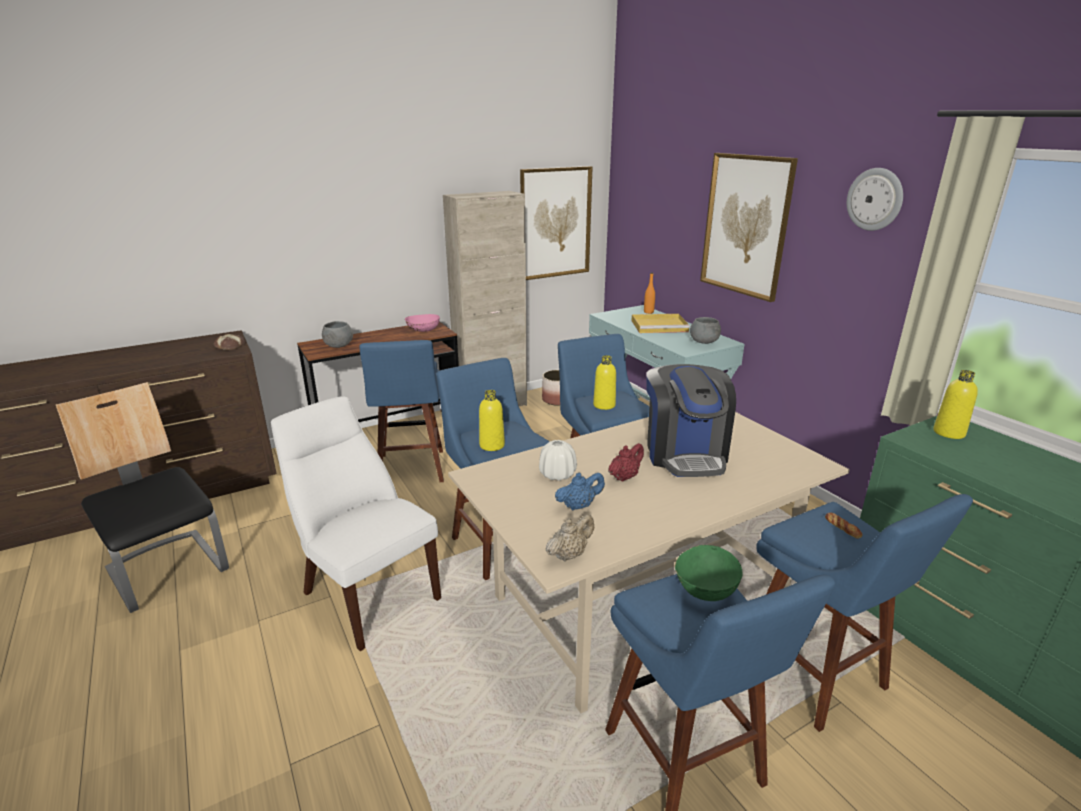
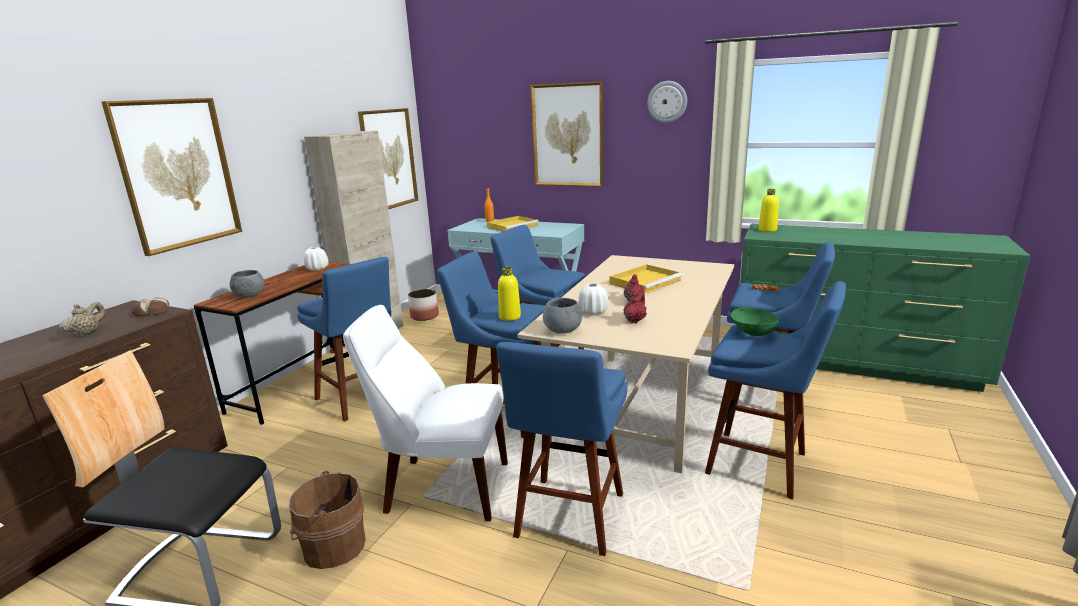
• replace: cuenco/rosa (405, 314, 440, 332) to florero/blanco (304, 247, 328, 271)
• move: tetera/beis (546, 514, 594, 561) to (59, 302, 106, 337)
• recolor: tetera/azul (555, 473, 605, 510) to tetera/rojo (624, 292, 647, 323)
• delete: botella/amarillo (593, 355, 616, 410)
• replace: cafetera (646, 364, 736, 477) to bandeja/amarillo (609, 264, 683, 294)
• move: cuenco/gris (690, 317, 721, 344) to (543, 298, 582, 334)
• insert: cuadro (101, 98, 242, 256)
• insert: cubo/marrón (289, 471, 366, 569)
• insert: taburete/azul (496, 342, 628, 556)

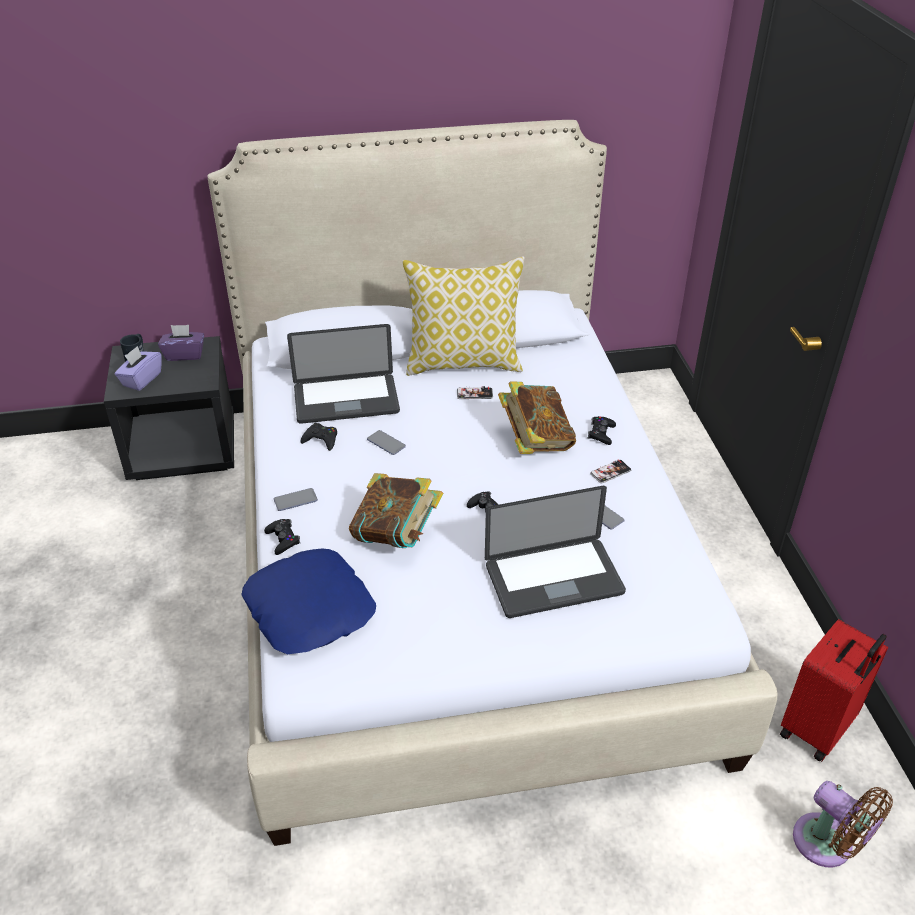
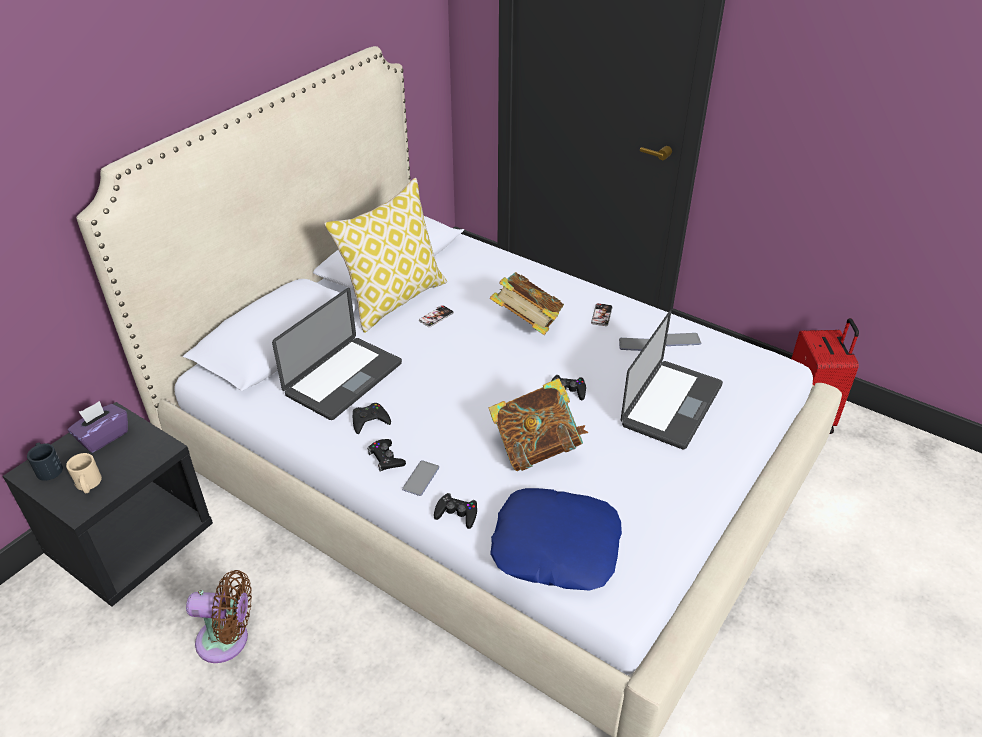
• replace: caja de pañuelos/morado (114, 346, 161, 391) to taza grande/beis (66, 453, 102, 493)
• move: móvil (367, 430, 406, 455) to (666, 333, 701, 346)
• move: mando de consola/negro (588, 416, 616, 445) to (367, 439, 406, 471)
• move: ventilador/marrón (793, 781, 893, 867) to (186, 570, 252, 663)

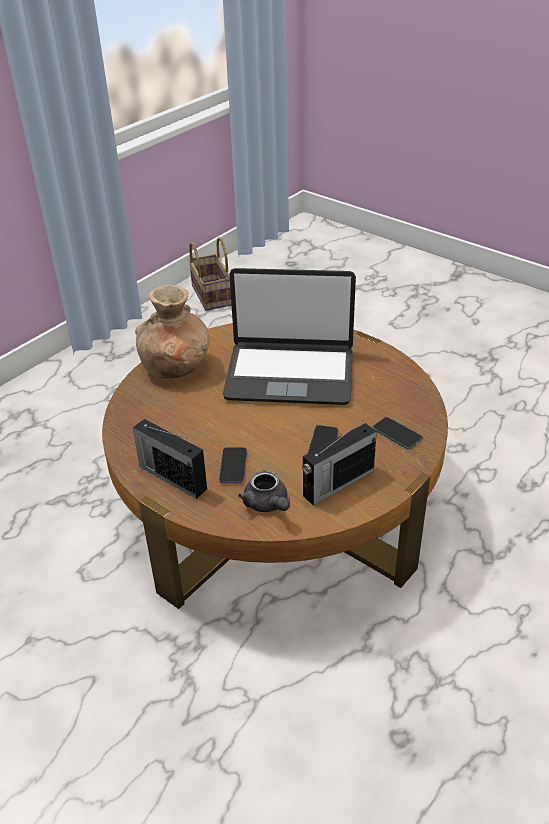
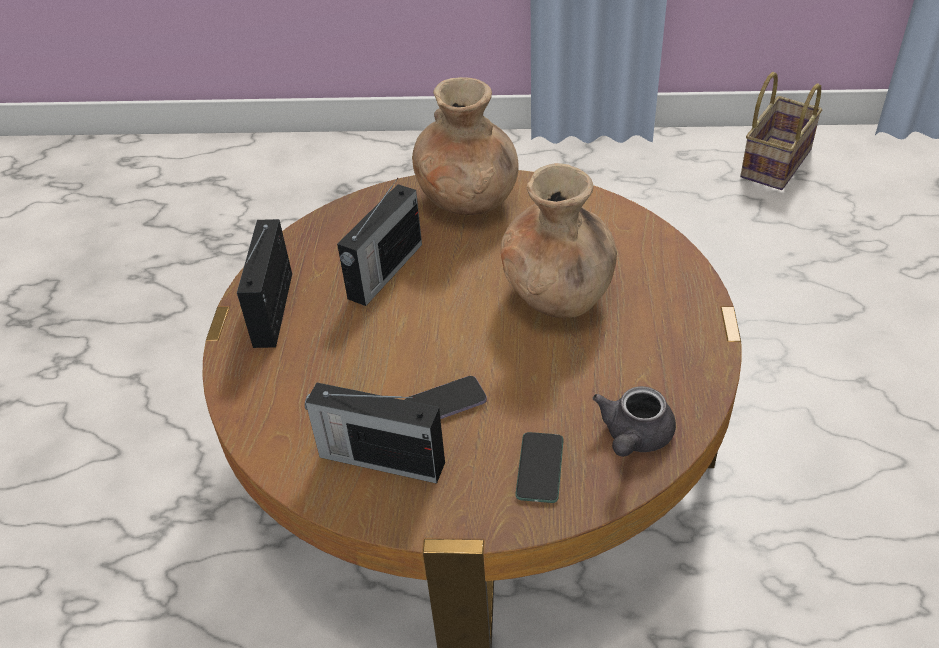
• delete: móvil (219, 447, 247, 484)
• replace: portátil (223, 268, 356, 405) to florero/marrón (501, 163, 617, 318)
• move: tetera/gris (238, 470, 290, 512) to (592, 386, 676, 457)
• insert: radio (337, 178, 422, 306)

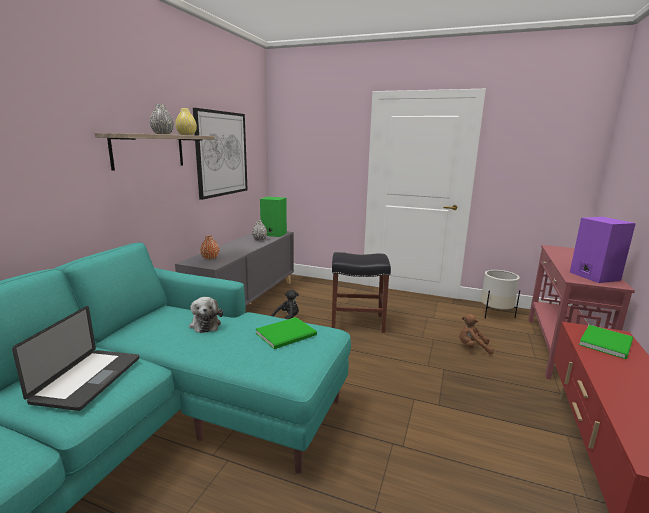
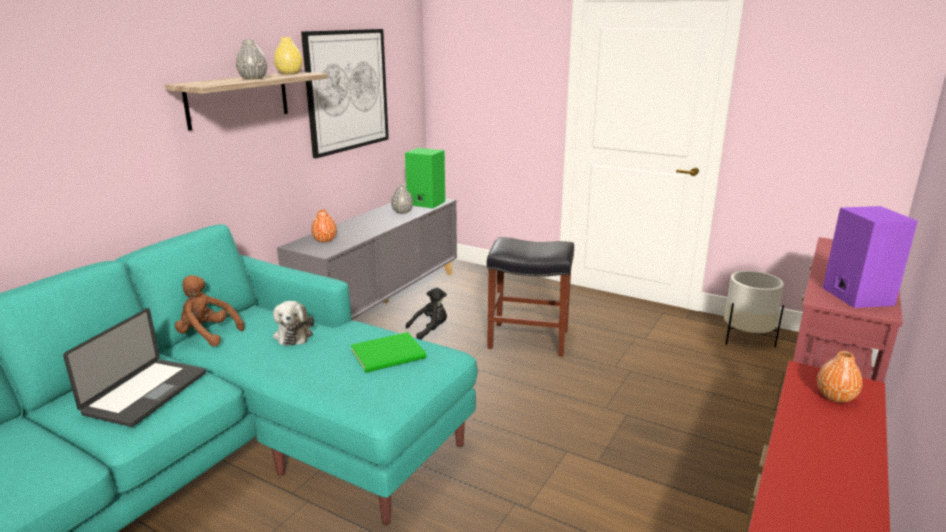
• move: peluche/marrón (459, 314, 494, 355) to (175, 275, 244, 346)
• replace: libro/verde (579, 325, 633, 359) to florero/naranja (817, 351, 862, 403)

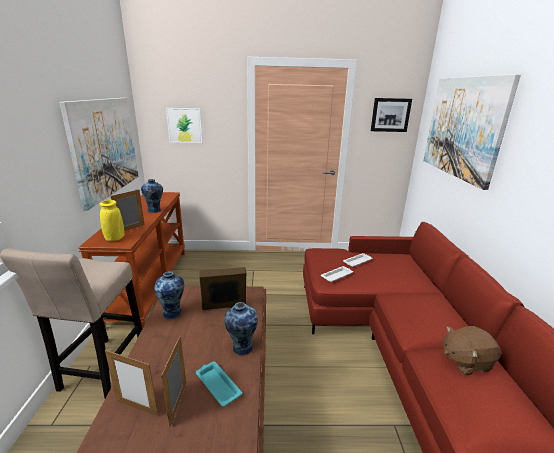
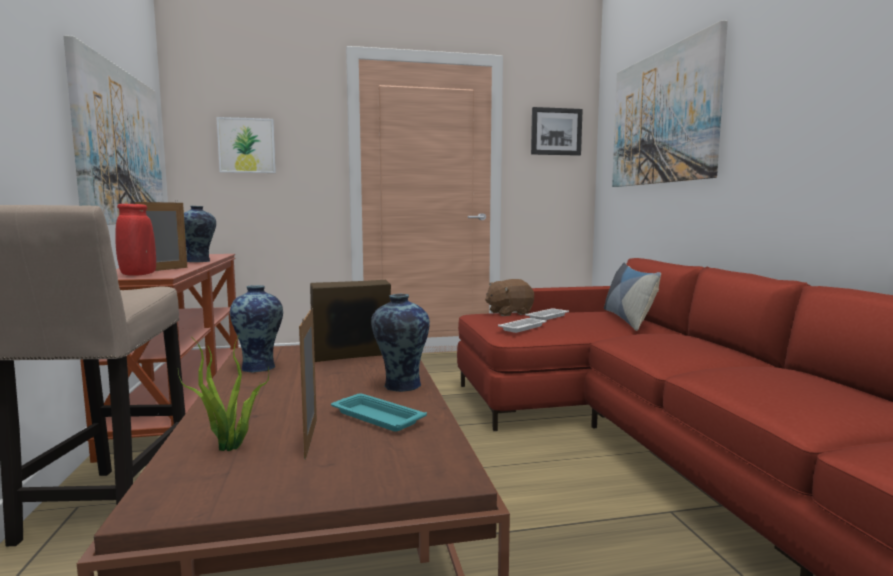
• recolor: florero/amarillo (99, 200, 124, 241) to florero/rojo (115, 204, 156, 276)
• replace: portarretratos (105, 350, 158, 416) to planta en maceta (178, 335, 269, 451)
• move: peluche/marrón (443, 326, 501, 376) to (485, 279, 534, 316)
• insert: cojín (604, 262, 661, 331)

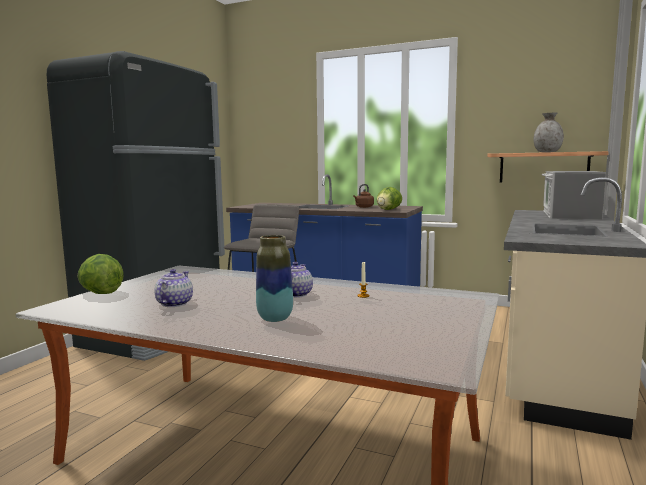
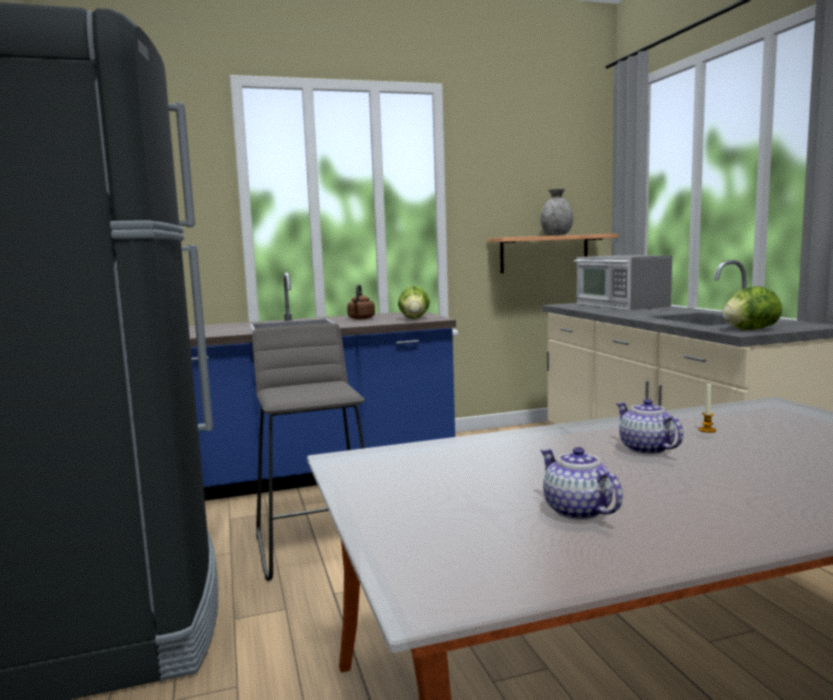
• move: lechuga (78, 254, 124, 294) to (723, 286, 782, 330)
• delete: florero (256, 235, 293, 322)

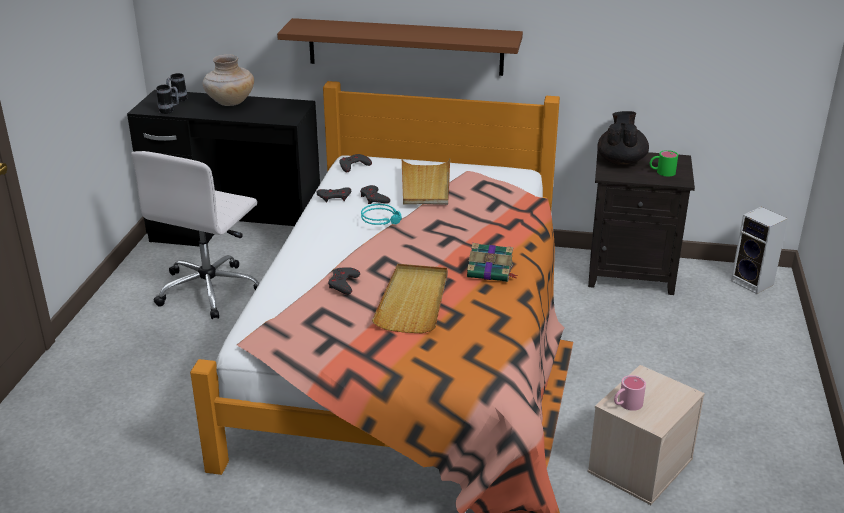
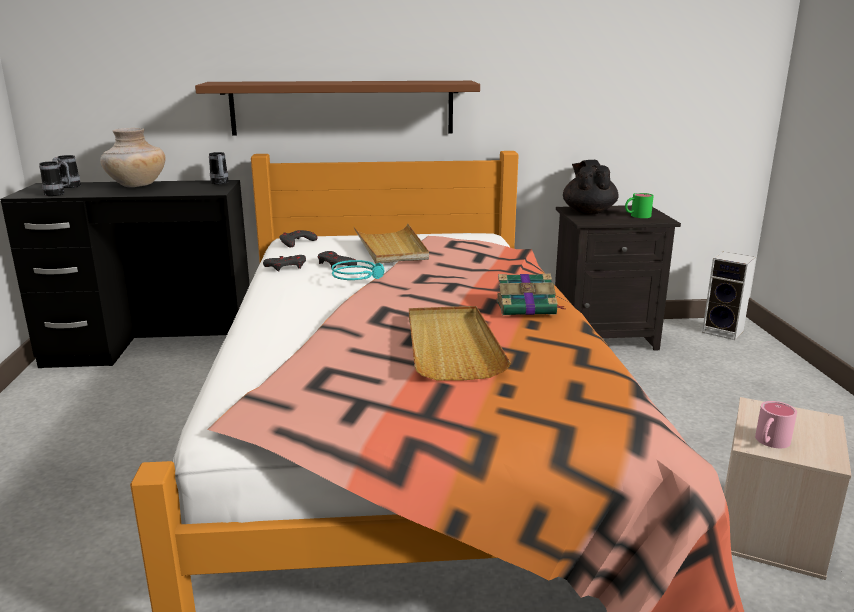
• delete: silla de oficina/blanco (131, 151, 259, 319)
• delete: mando de consola/gris (328, 267, 360, 295)
• insert: taza grande (209, 152, 229, 184)

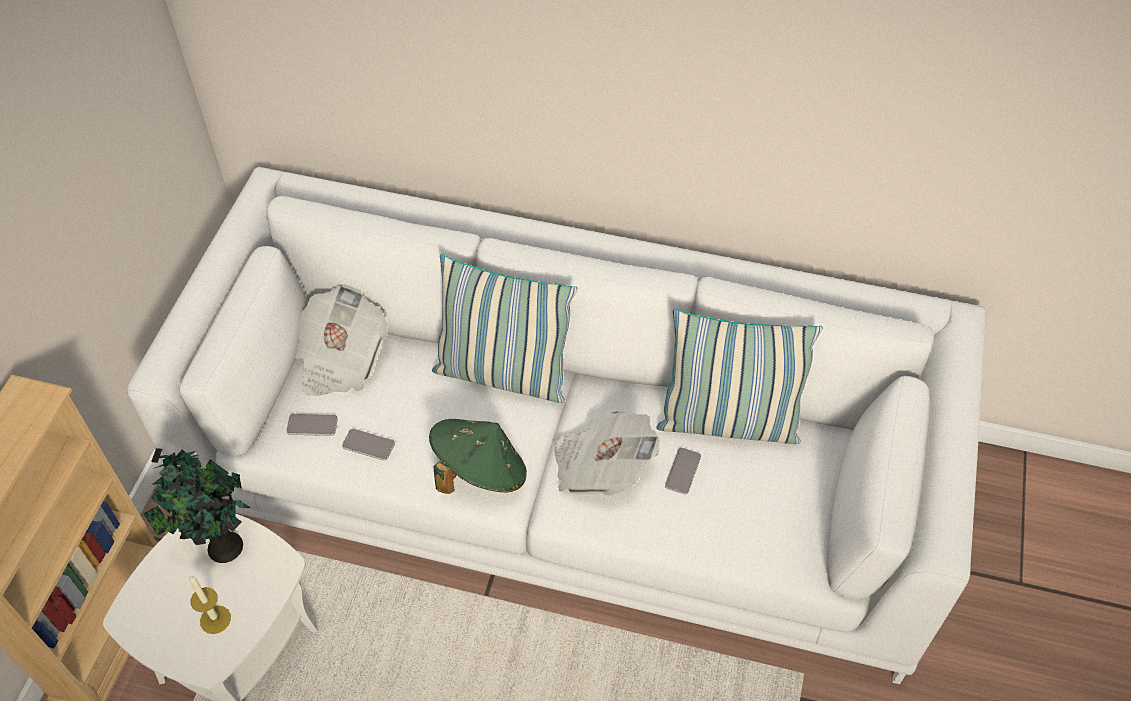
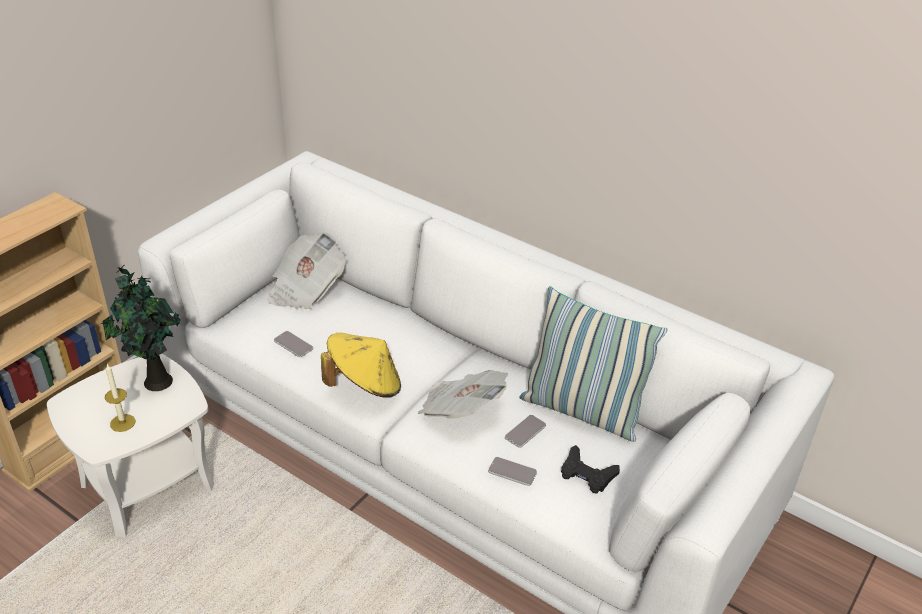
• move: móvil (286, 414, 338, 436) to (488, 457, 537, 486)
• recolor: sombrero/verde (429, 419, 527, 494) to sombrero/amarillo (321, 333, 401, 397)
• delete: cojín (432, 254, 578, 403)
• insert: mando de consola/negro (561, 445, 620, 494)

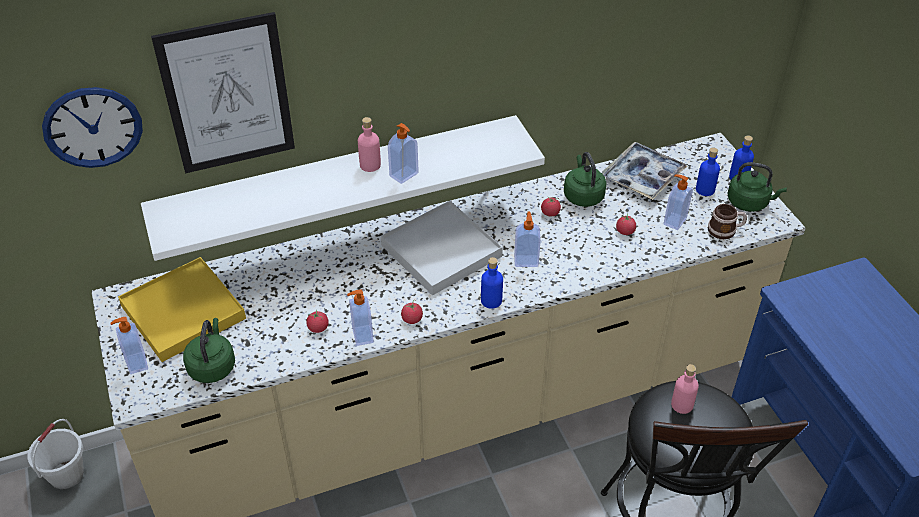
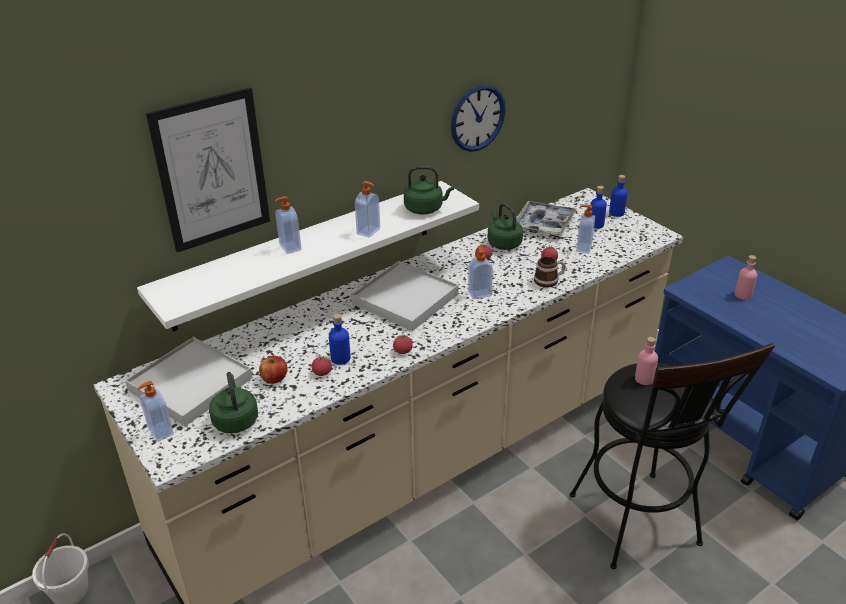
• move: reloj de pared (42, 87, 143, 168) to (451, 84, 506, 152)
• recolor: bandeja/amarillo (118, 257, 246, 362) to bandeja/blanco (125, 337, 253, 426)
• move: dispensador de jabón (347, 290, 374, 346) to (275, 196, 301, 254)
• move: botella/rosa (358, 117, 381, 172) to (735, 255, 757, 300)
• move: botella/azul (481, 257, 503, 309) to (329, 314, 351, 365)
• move: taza grande (708, 204, 747, 239) to (534, 257, 565, 288)
• move: hervidor/verde (728, 162, 787, 212) to (404, 166, 454, 215)
• insert: manzana (259, 356, 287, 384)

